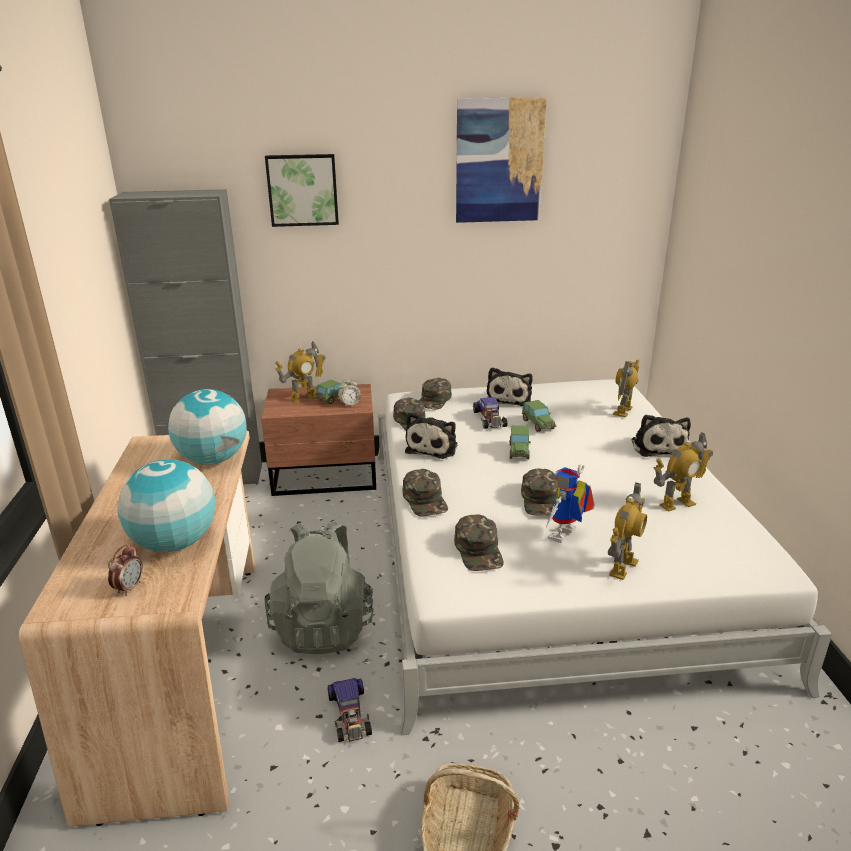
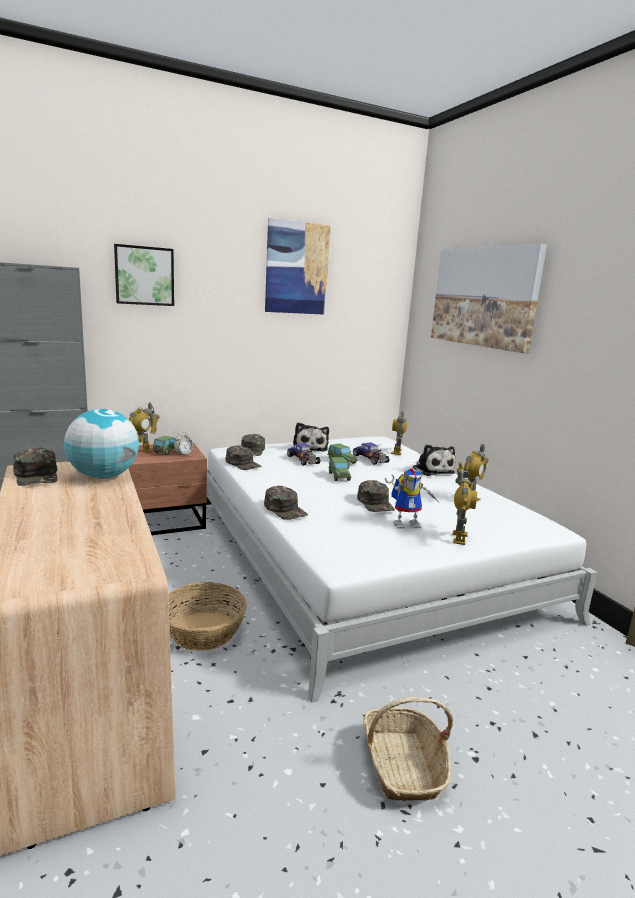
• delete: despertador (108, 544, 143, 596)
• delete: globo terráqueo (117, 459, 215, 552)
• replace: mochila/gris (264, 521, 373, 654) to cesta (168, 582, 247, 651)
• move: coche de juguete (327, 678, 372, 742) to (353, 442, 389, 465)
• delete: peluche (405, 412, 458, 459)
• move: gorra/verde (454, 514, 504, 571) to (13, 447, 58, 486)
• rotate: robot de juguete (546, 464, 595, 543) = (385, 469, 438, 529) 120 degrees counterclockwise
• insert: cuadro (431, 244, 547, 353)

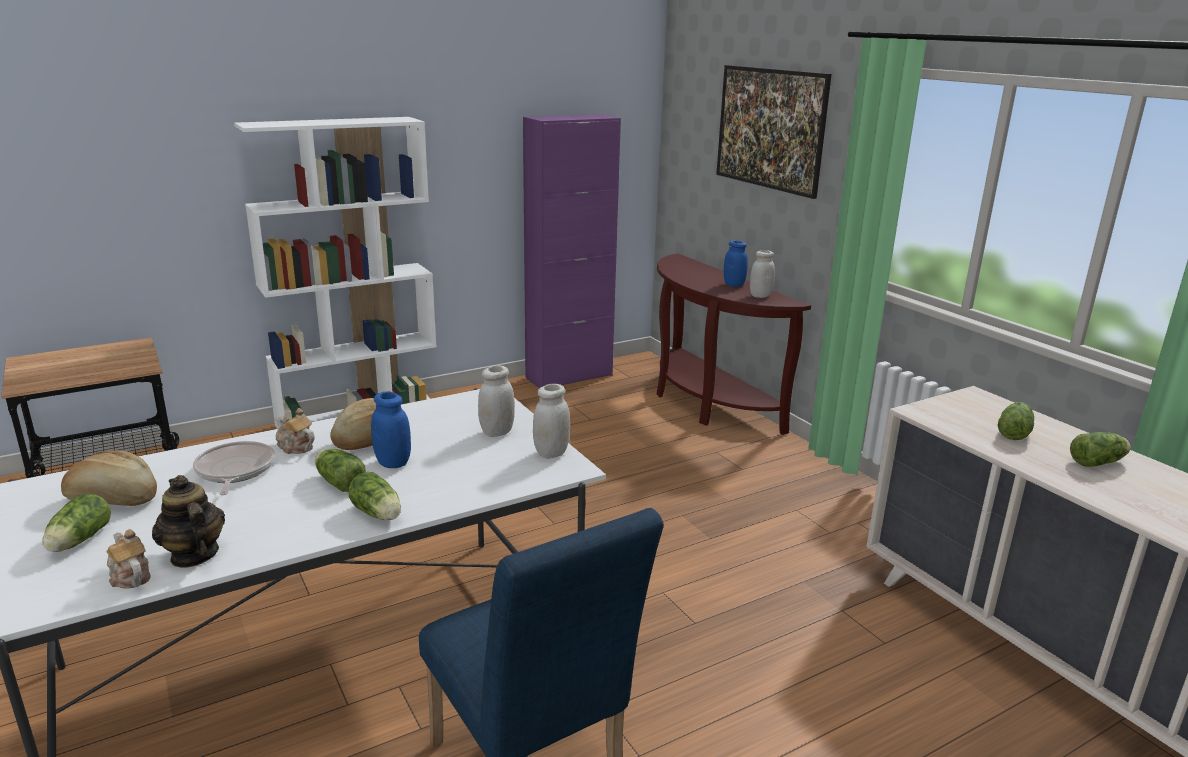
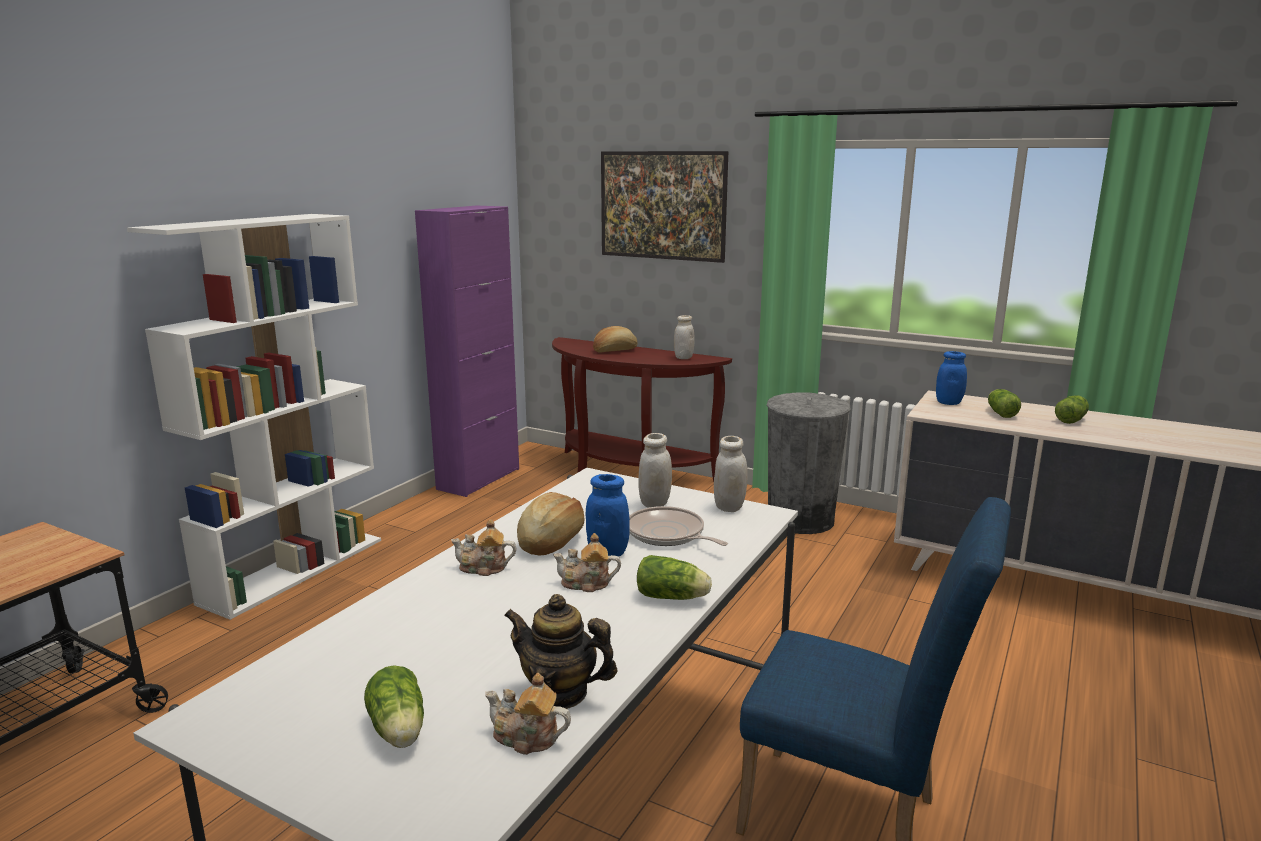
• move: pan (61, 450, 157, 506) to (593, 326, 638, 352)
• move: sartén (193, 441, 275, 495) to (629, 506, 728, 546)
• replace: lechuga (315, 448, 366, 492) to tetera (553, 533, 621, 592)
• move: tarro/azul (724, 241, 748, 287) to (936, 351, 967, 405)
• insert: papelera/gris (767, 392, 851, 534)

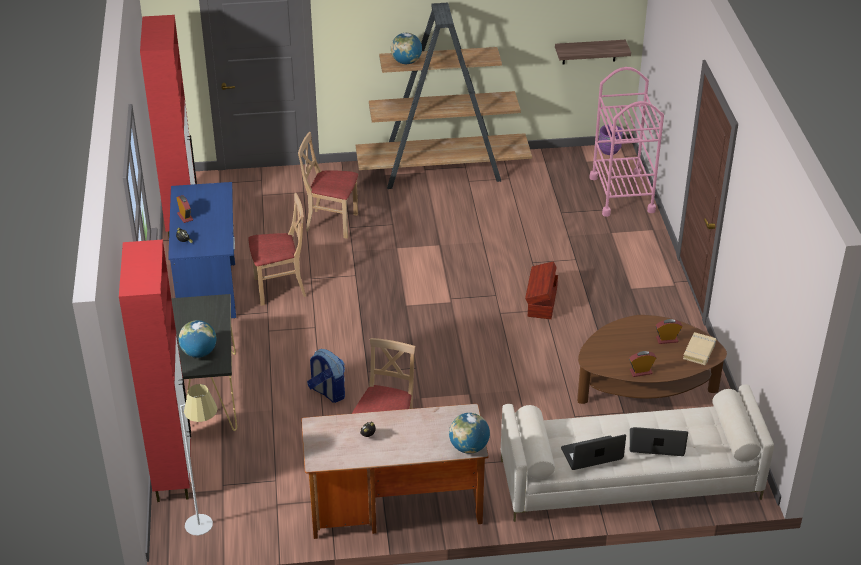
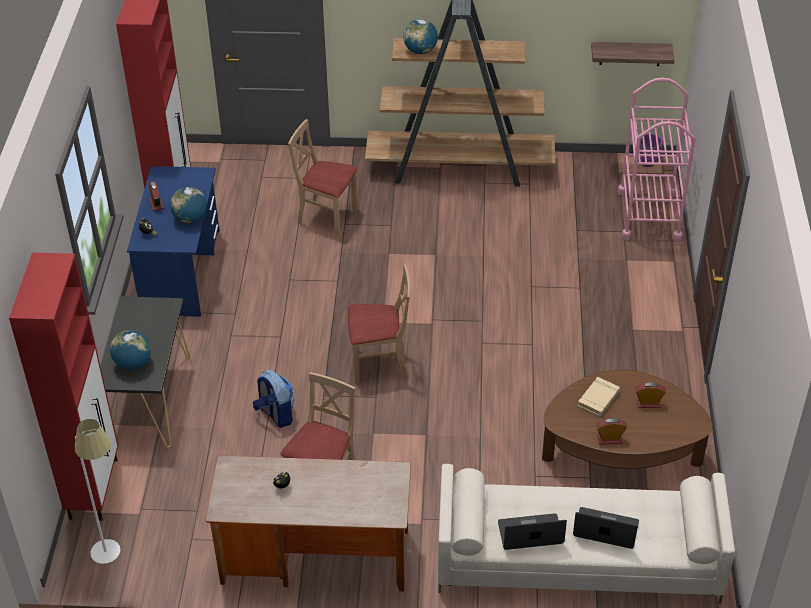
• move: silla/beis (248, 193, 306, 306) to (348, 264, 410, 384)
• move: globo terráqueo (449, 413, 490, 454) to (170, 187, 207, 223)
• delete: caja de almacenaje/marrón (525, 261, 558, 319)
• move: libro/beis (683, 332, 716, 365) to (578, 377, 620, 417)

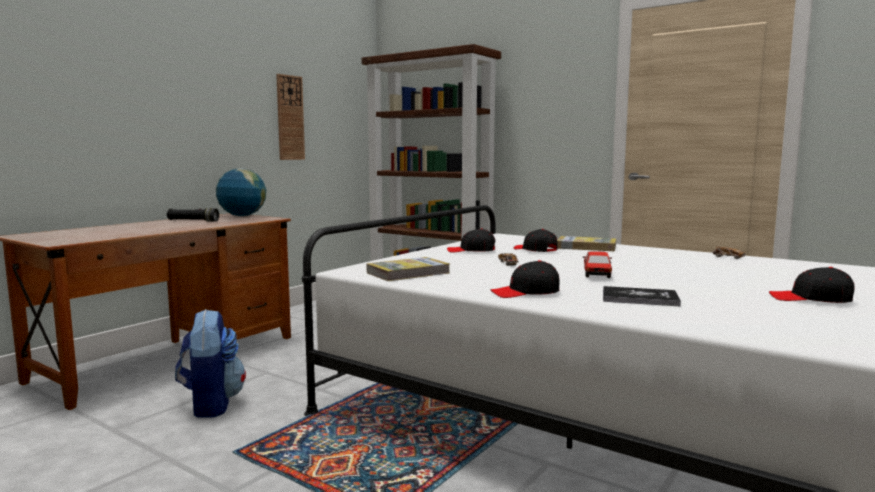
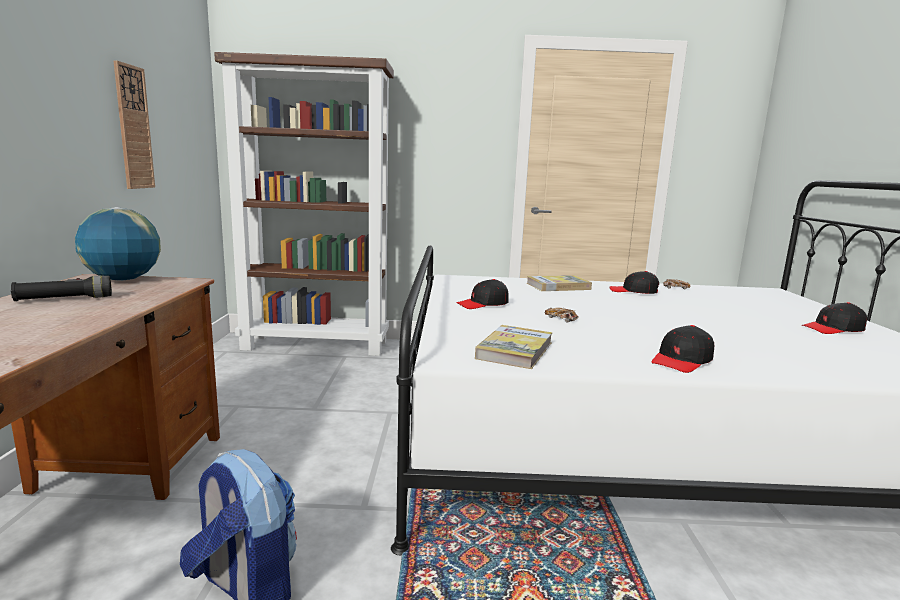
• move: gorra/negro (514, 229, 558, 252) to (610, 271, 659, 294)
• delete: coche de juguete (582, 251, 612, 278)
• delete: libro (603, 286, 681, 306)

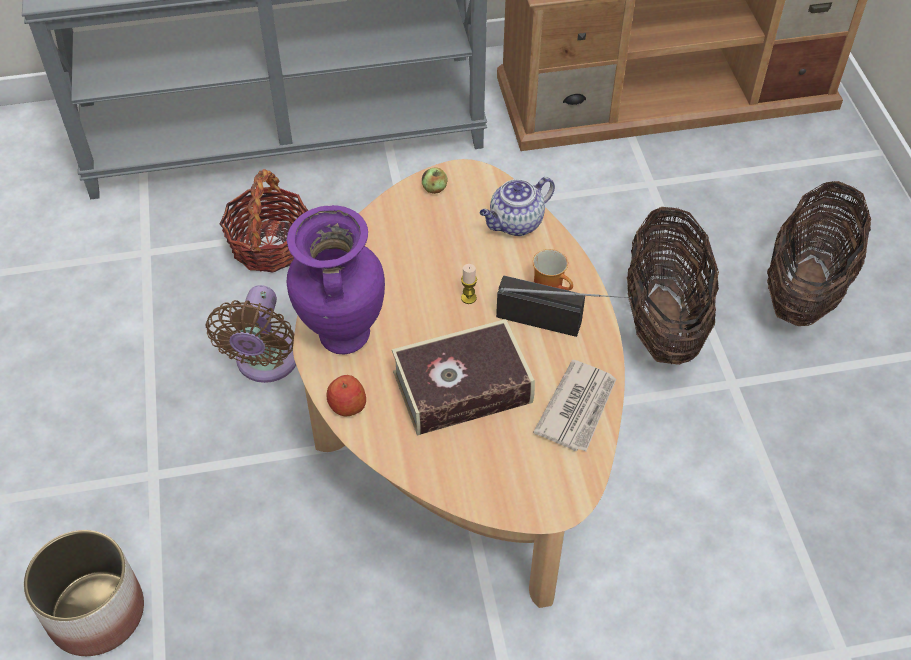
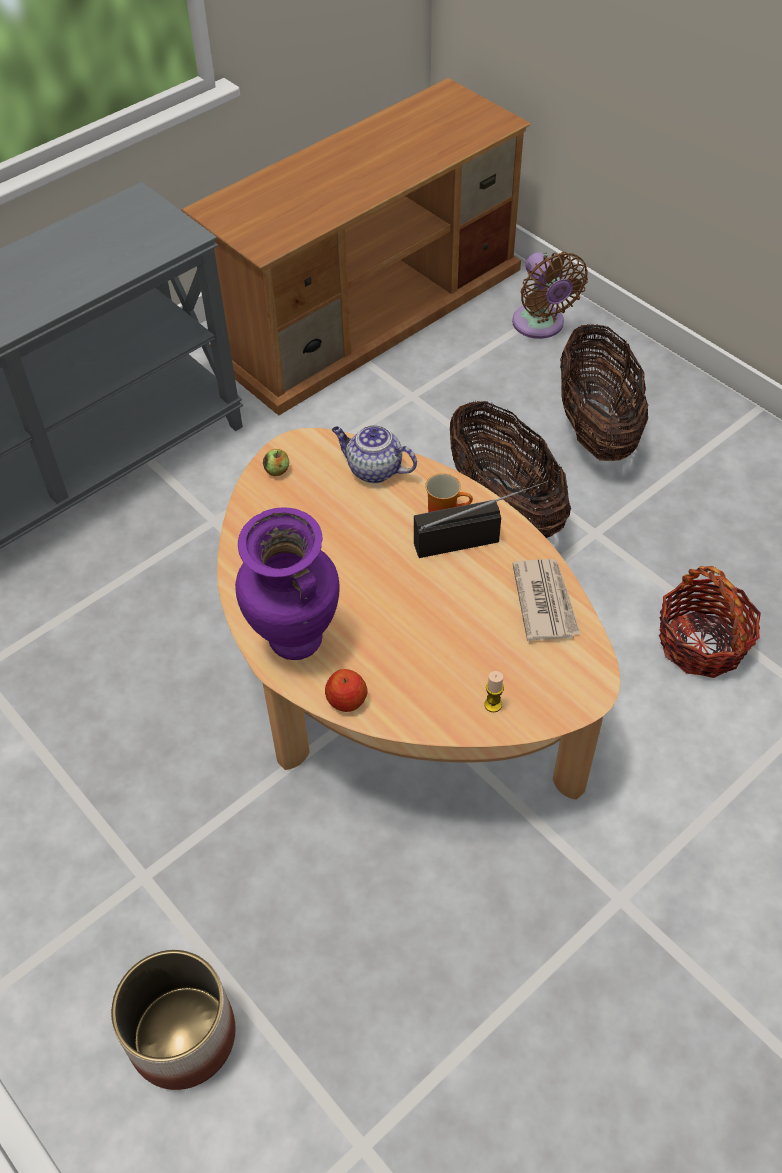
• move: ventilador/marrón (206, 285, 296, 383) to (512, 252, 588, 339)
• move: cesta (219, 169, 308, 273) to (659, 566, 761, 678)
• delete: libro (392, 319, 535, 435)
• move: vela (461, 264, 477, 304) to (484, 671, 504, 712)
• rotate: tetera (480, 177, 555, 236) = (332, 425, 417, 483) 90 degrees clockwise

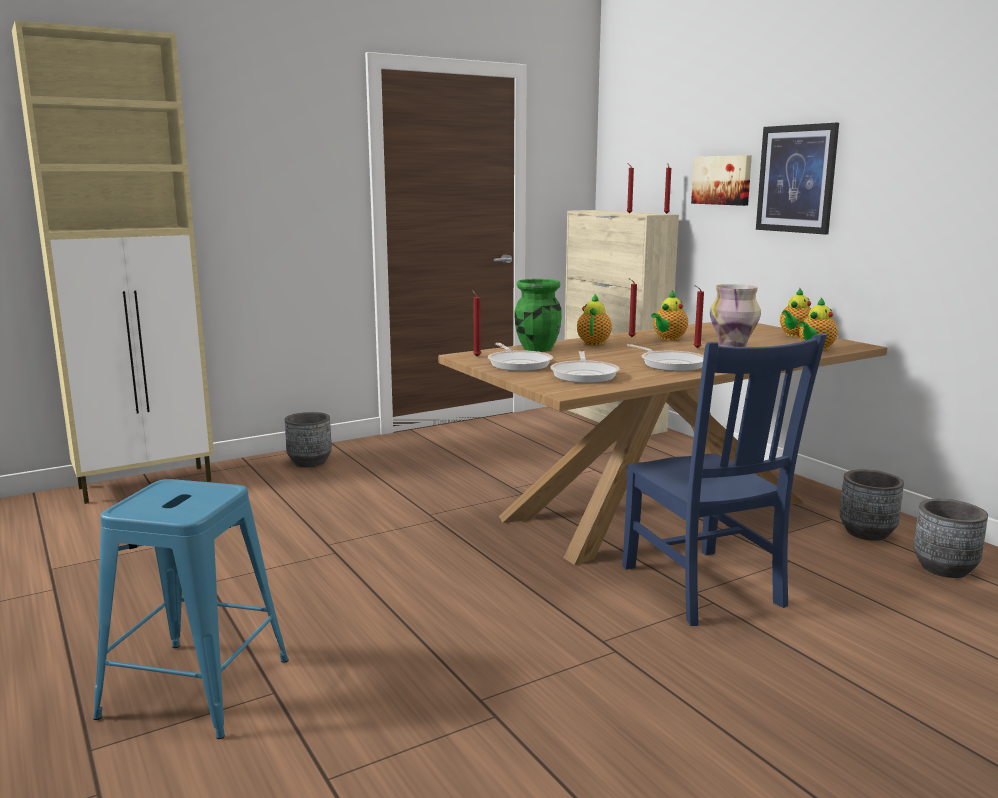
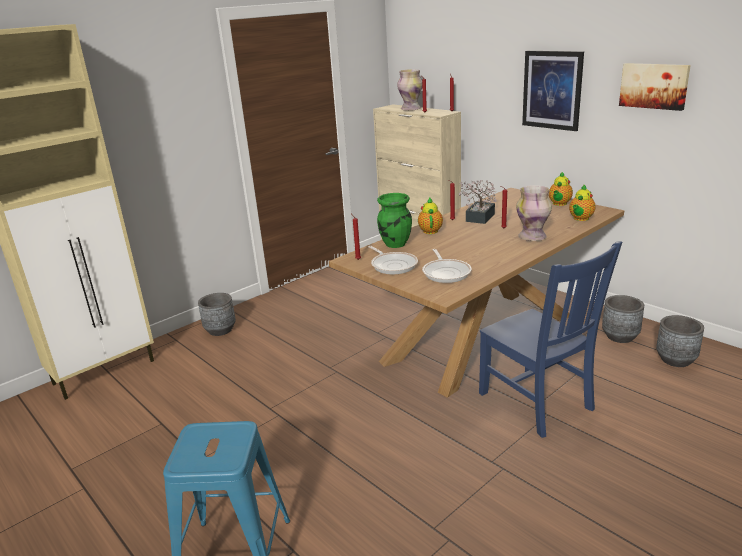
• delete: sartén (627, 344, 704, 371)
• replace: tetera (651, 291, 688, 341) to planta en maceta (459, 180, 497, 224)
• move: cuadro (691, 155, 752, 206) to (619, 63, 691, 111)
• insert: florero (397, 69, 422, 111)

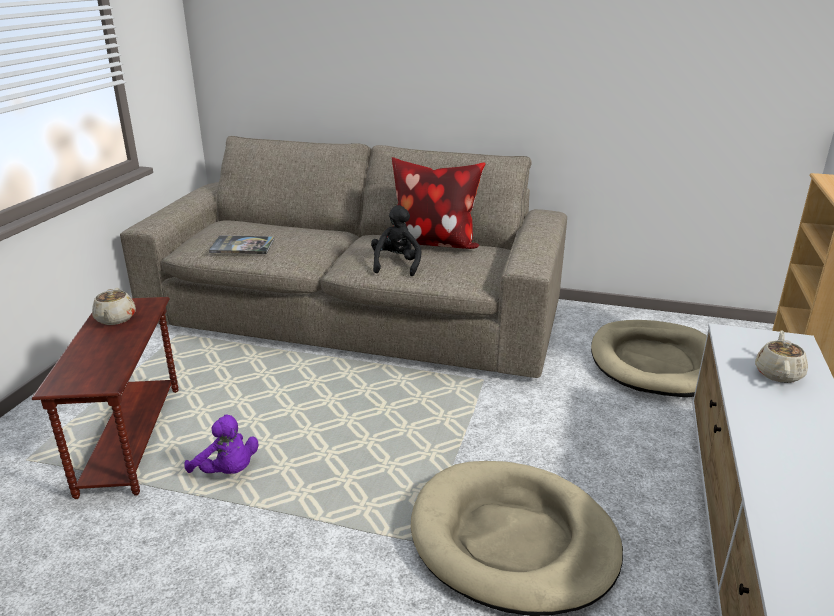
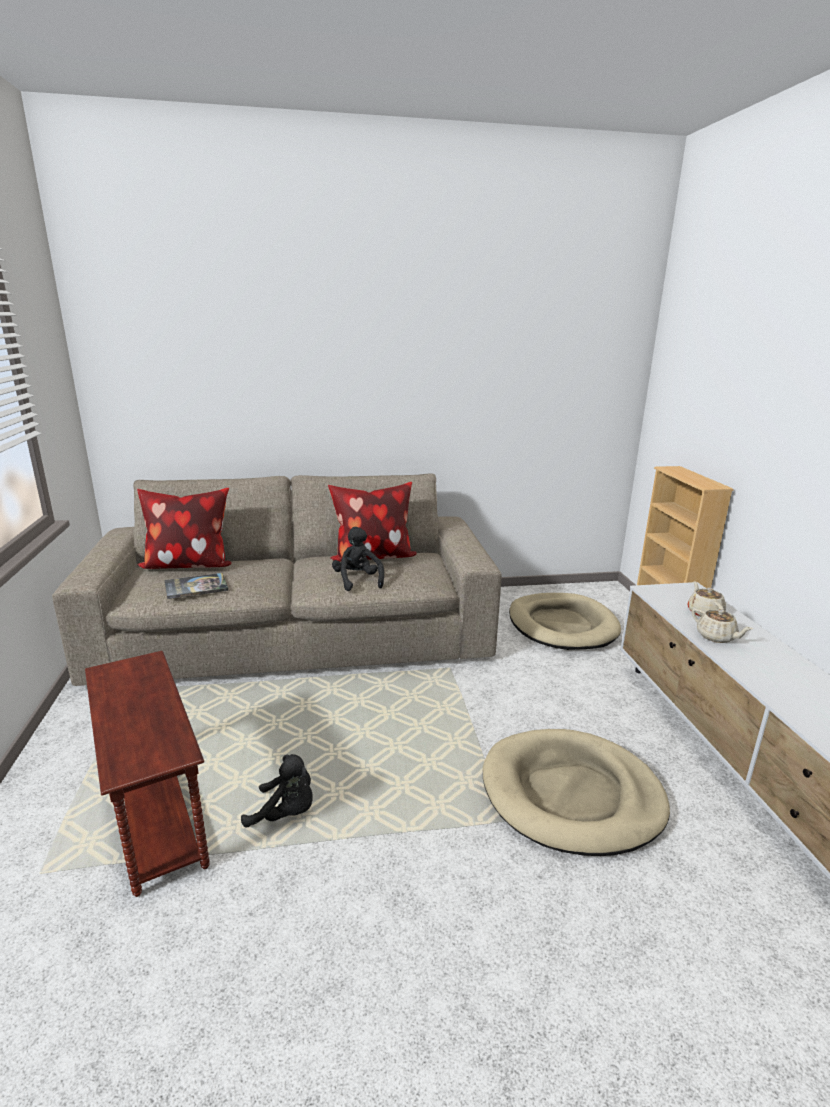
• move: tetera/beis (92, 288, 136, 325) to (692, 609, 753, 643)
• recolor: peluche/morado (184, 414, 258, 474) to peluche/negro (241, 754, 313, 828)
• insert: cojín (137, 488, 232, 569)

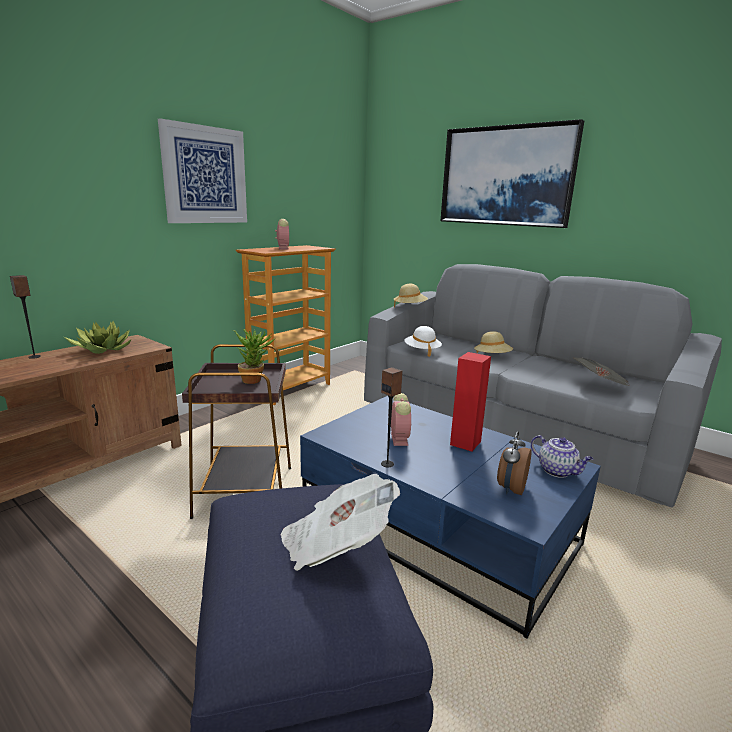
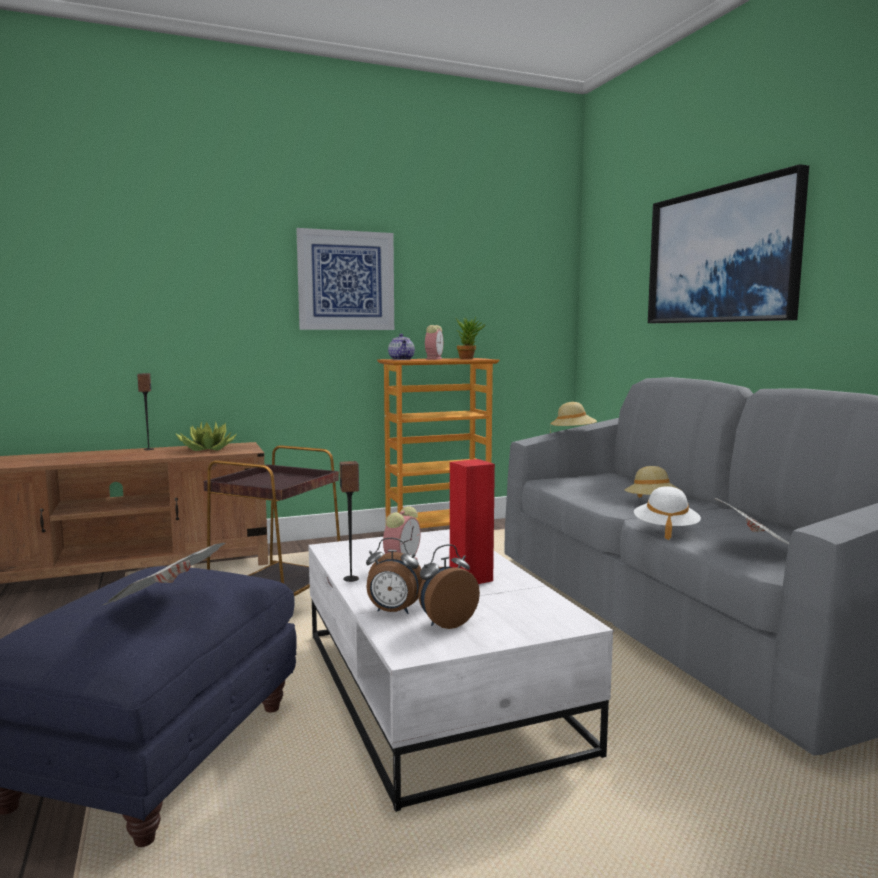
• move: planta en maceta (233, 329, 275, 384) to (456, 317, 485, 359)
• recolor: mesa de centro/azul (300, 396, 601, 639) to mesa de centro/blanco (308, 529, 613, 812)
• move: sombrero/blanco (404, 326, 442, 357) to (634, 486, 701, 540)
• move: tetera (531, 435, 593, 478) to (388, 334, 415, 360)
• insert: despertador (366, 538, 423, 614)

